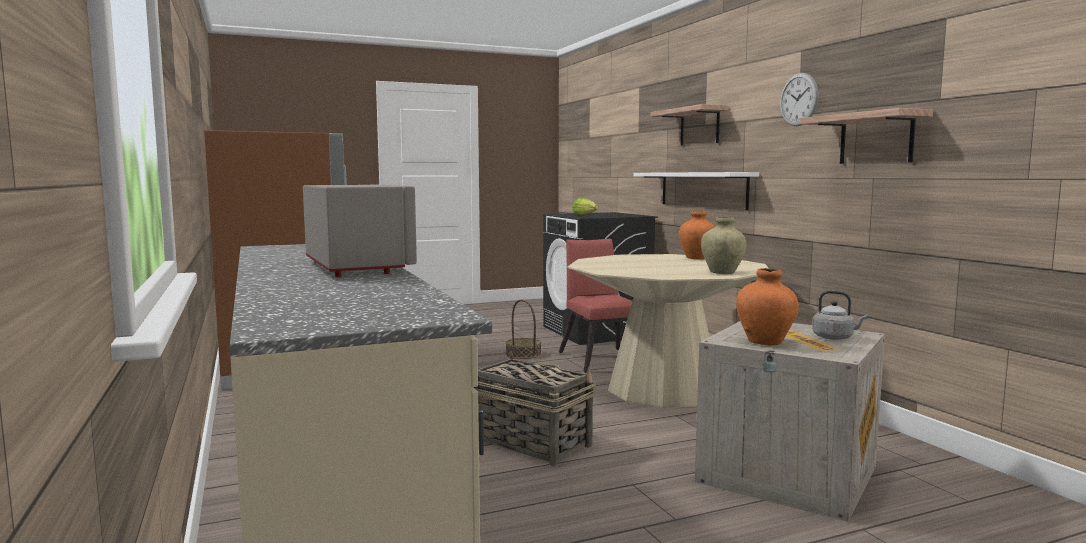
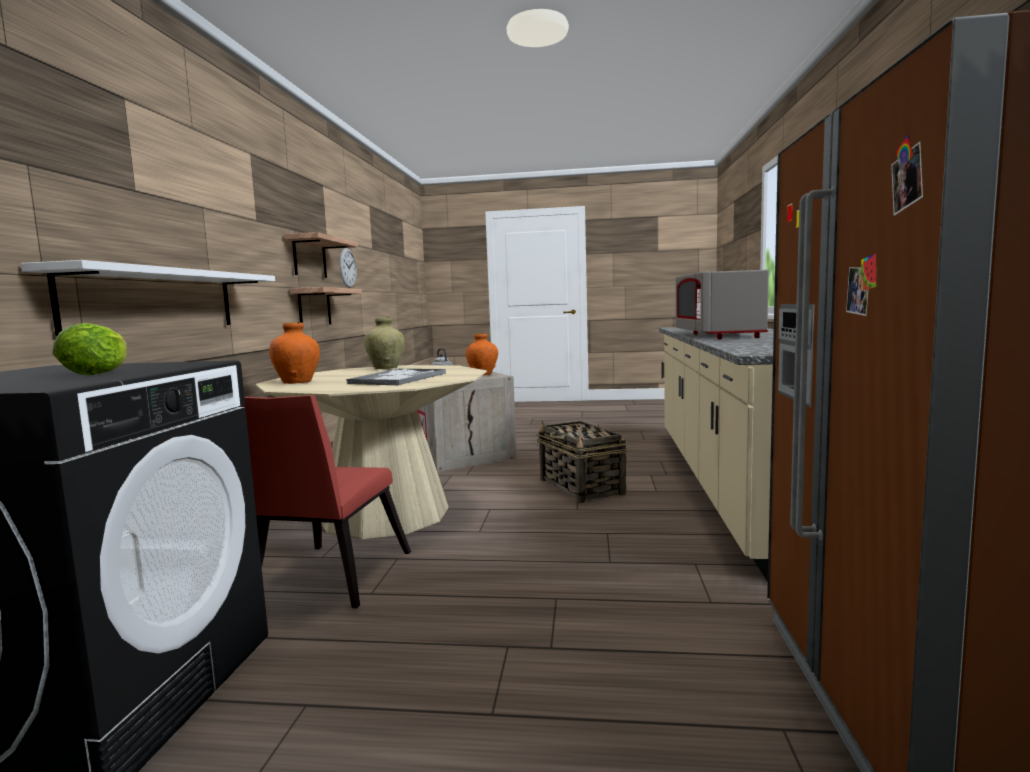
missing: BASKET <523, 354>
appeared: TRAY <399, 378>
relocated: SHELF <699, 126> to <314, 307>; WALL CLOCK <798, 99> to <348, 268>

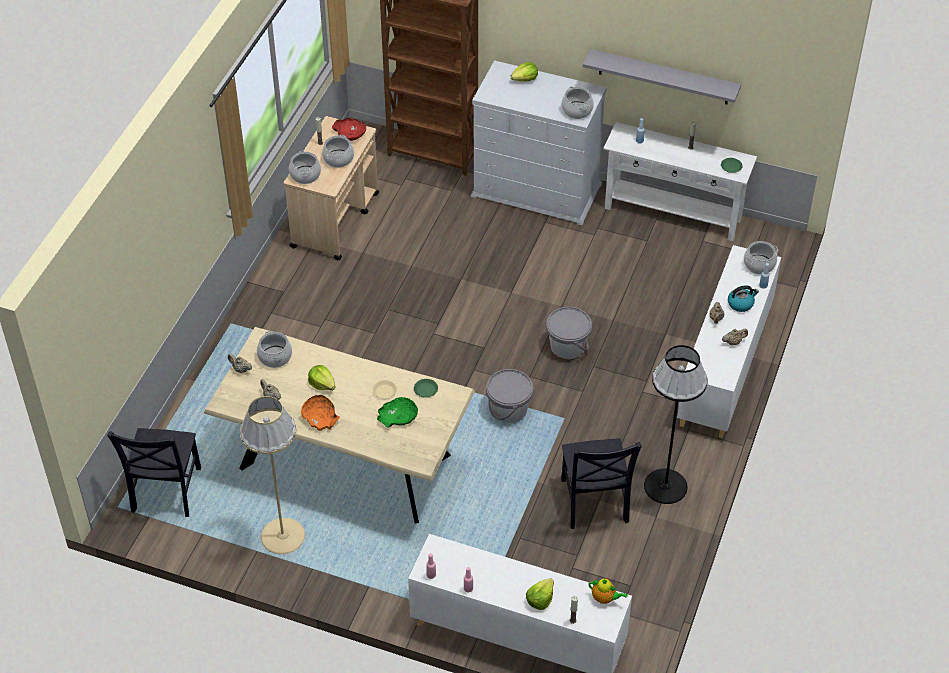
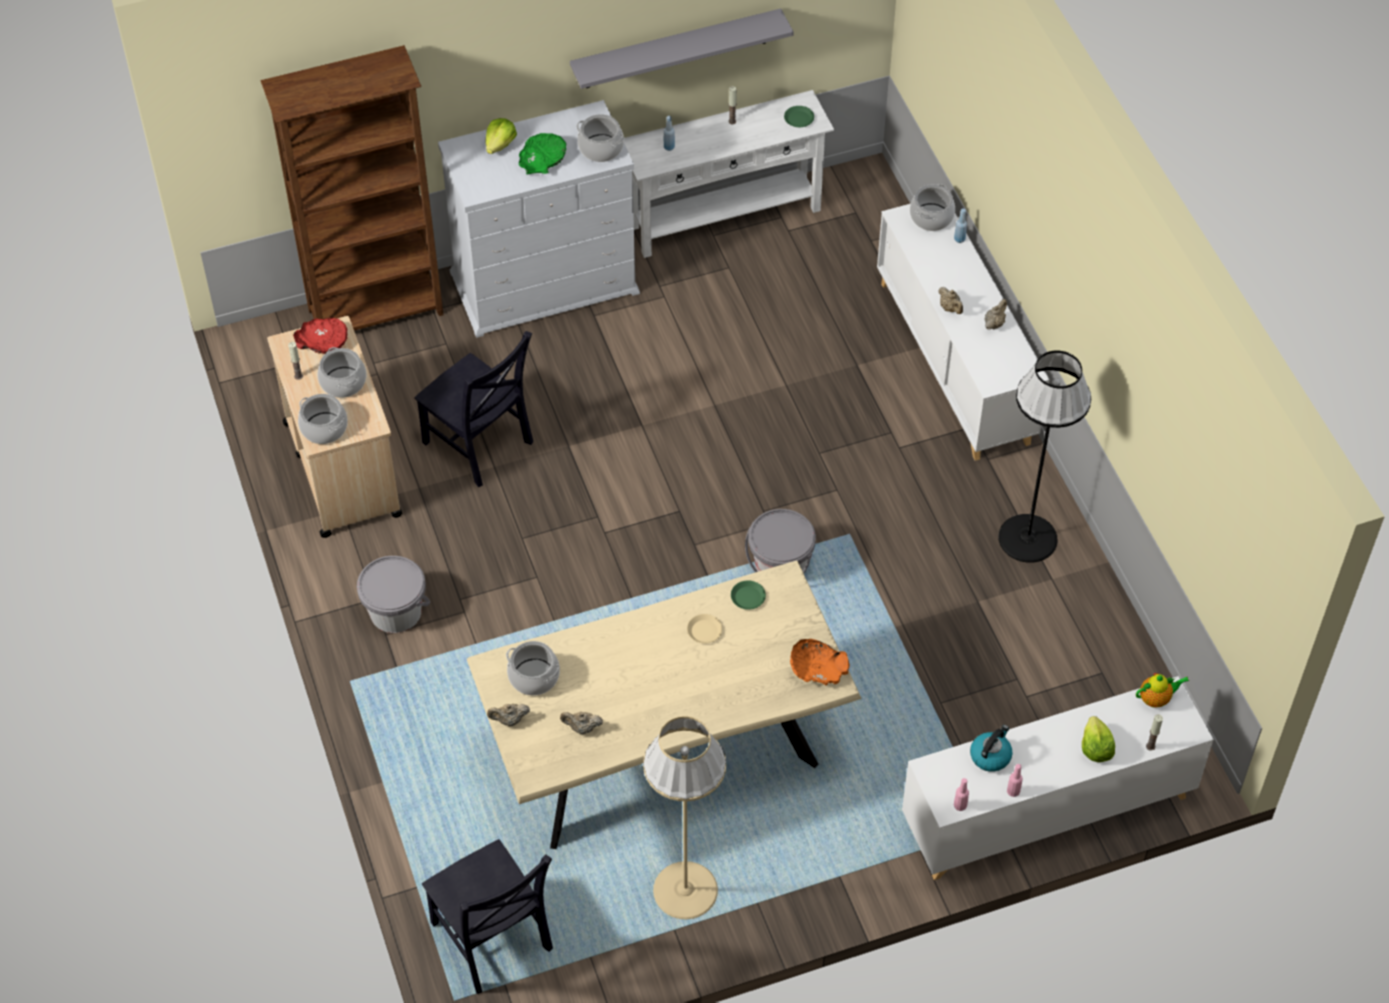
missing: LETTUCE <322, 384>
relocated: ORANGE BOWL <320, 417> to <817, 668>; GREEN BOWL <398, 417> to <542, 160>; GREY BUCKET <568, 346> to <395, 611>; BLACK CHAIR <594, 503> to <480, 446>; KETTLE <741, 303> to <990, 756>

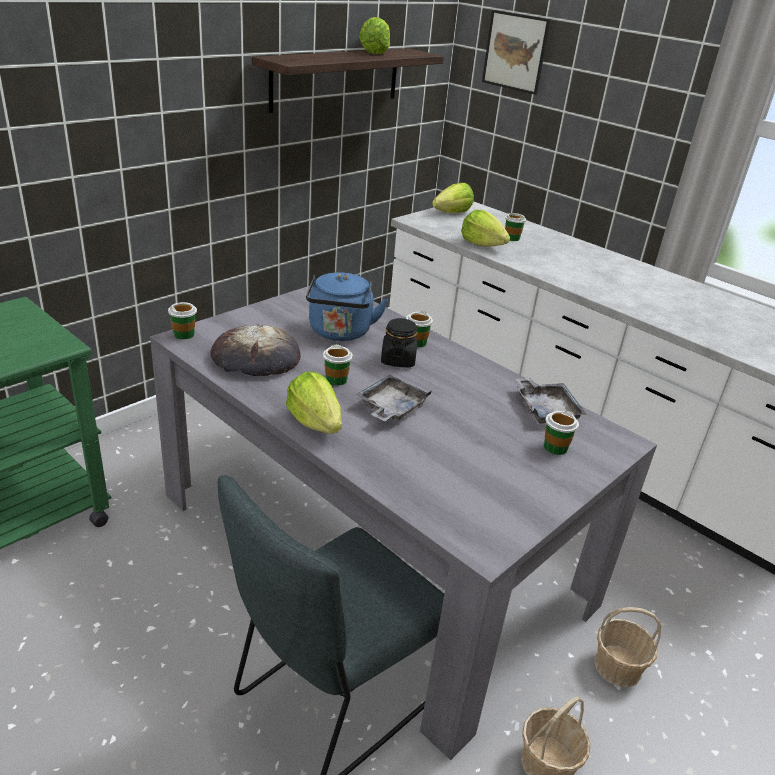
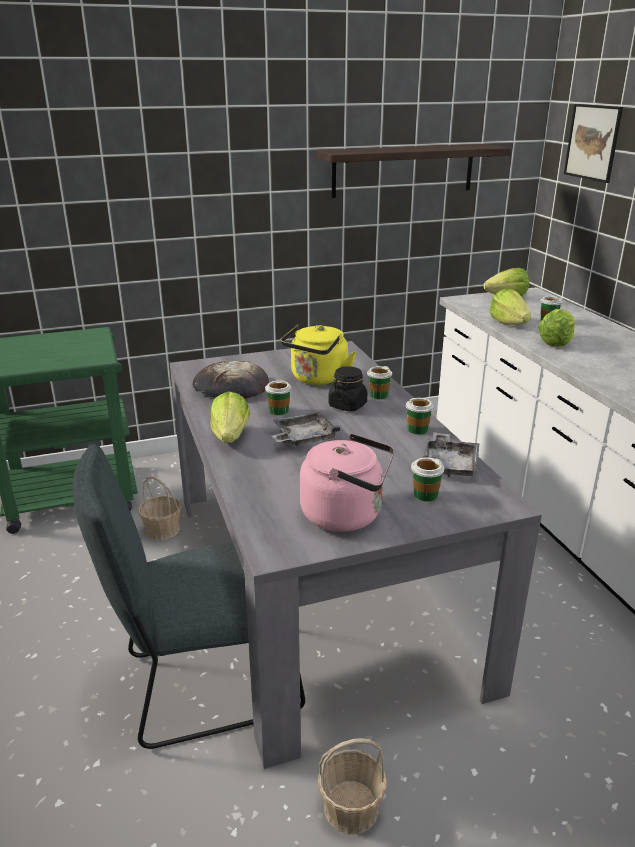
appeared: PINK KETTLE <347, 515>
relocated: CUP <184, 334> to <417, 429>; LETTUCE <374, 52> to <556, 342>; BASKET <618, 667> to <162, 530>
colour: BLUE KETTLE <340, 333> to YELLOW KETTLE <317, 379>

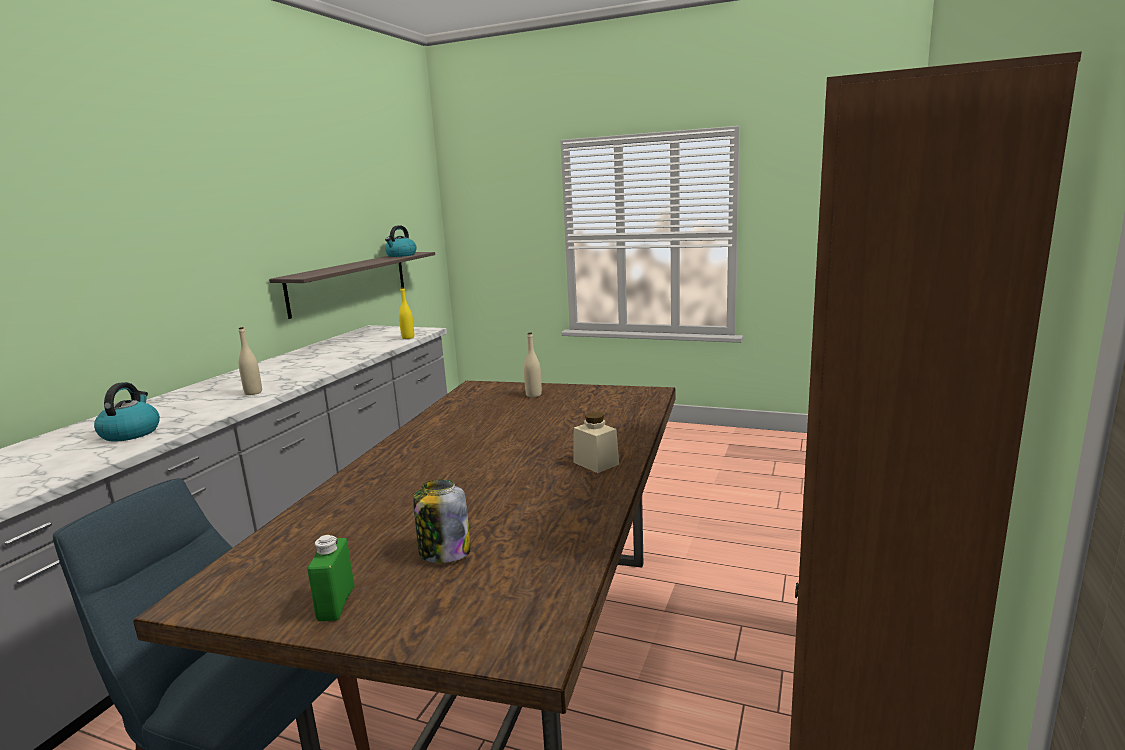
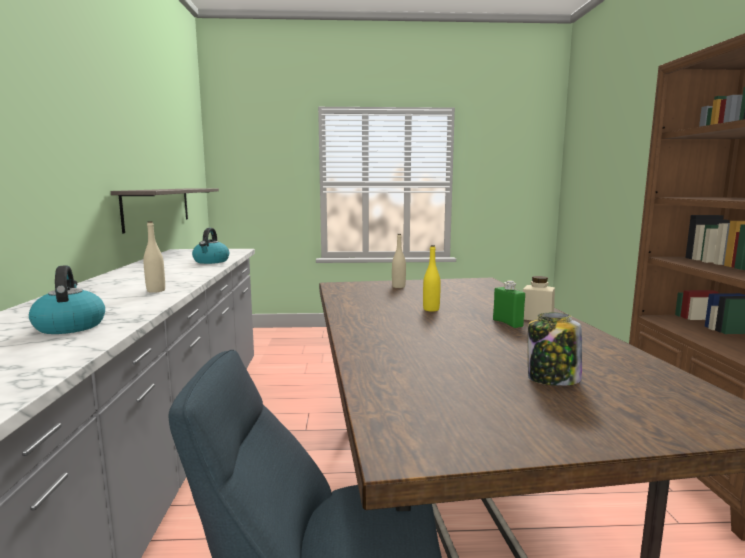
relocated: GREEN BOTTLE <336, 603> to <507, 323>; KETTLE <401, 255> to <211, 261>; YELLOW BOTTLE <408, 337> to <431, 309>

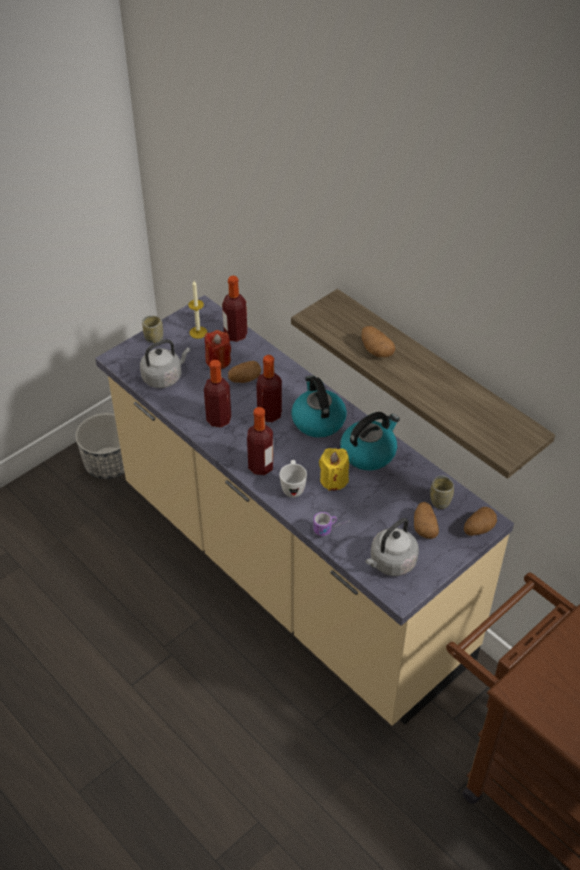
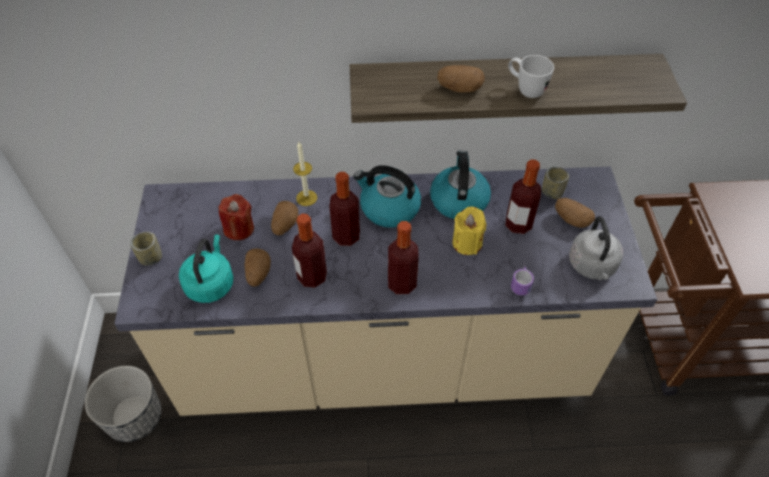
relocated: CANDLE <198, 332> to <306, 198>; BOTTLE <235, 335> to <518, 224>; WHITE MUG <293, 487> to <525, 89>; POTATO <478, 529> to <258, 274>
colour: GREY KETTLE <164, 377> to TURQUOISE KETTLE <211, 283>

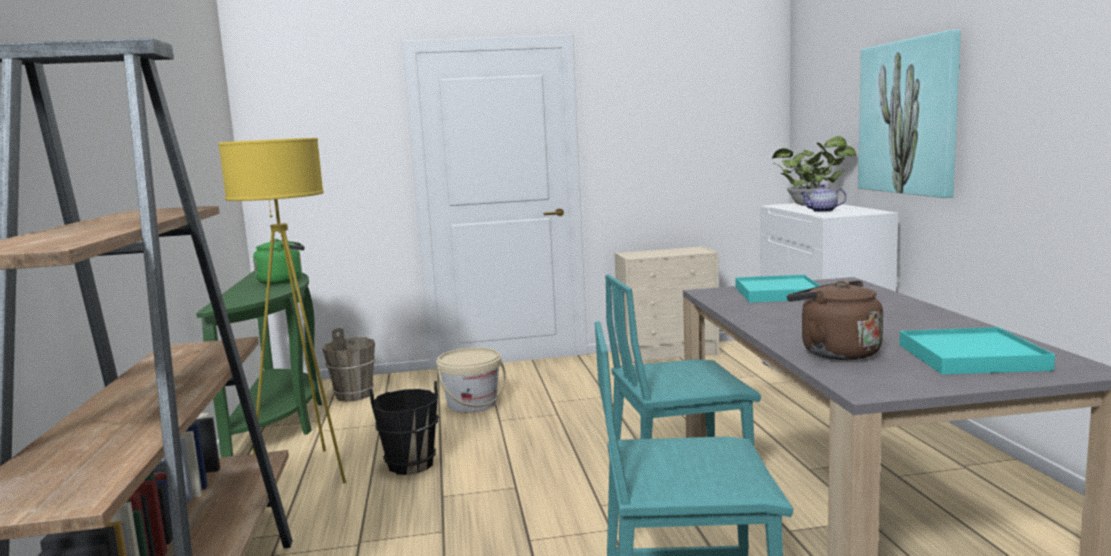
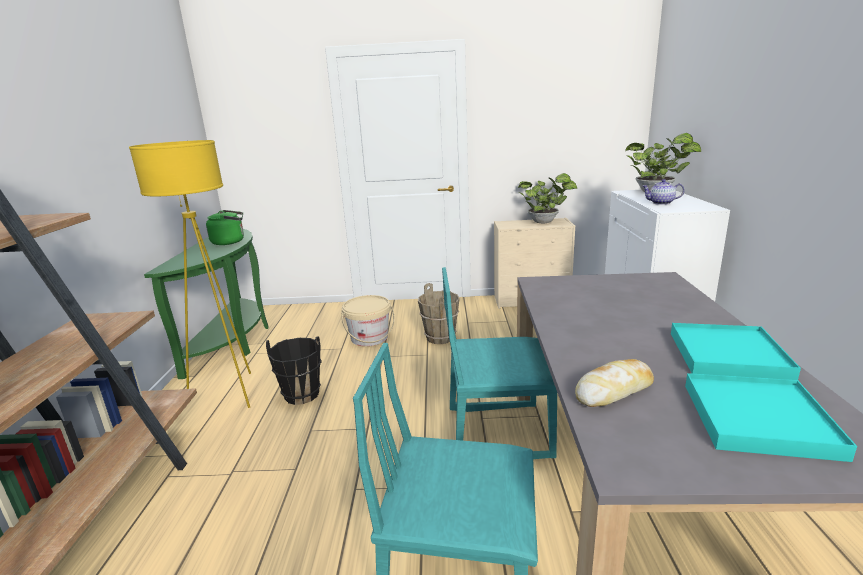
missing: PICTURE <908, 117>
appeared: POTTED PLANT <545, 222>
relocated: BROWN BUCKET <354, 395> to <440, 337>; TURQUOISE TRAY <777, 293> to <727, 355>
exchanged: BROWN KETTLE <835, 352> to BREAD <614, 390>

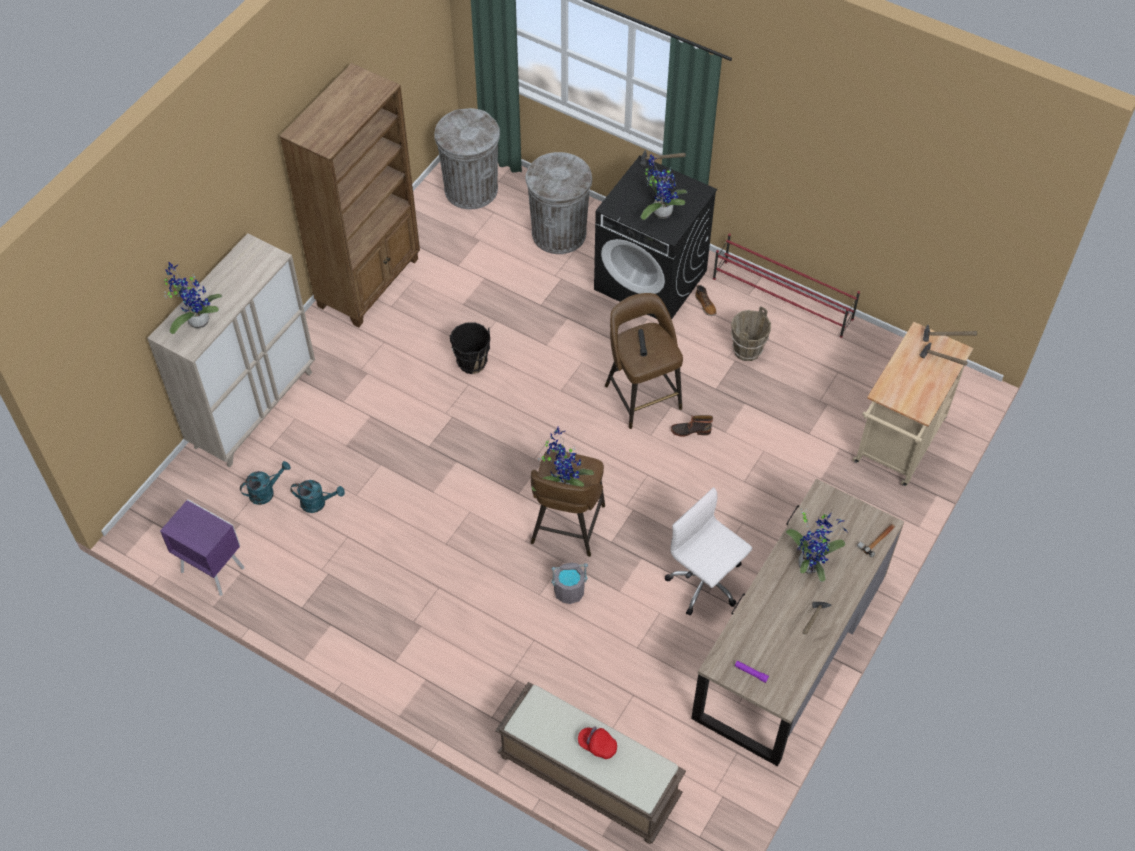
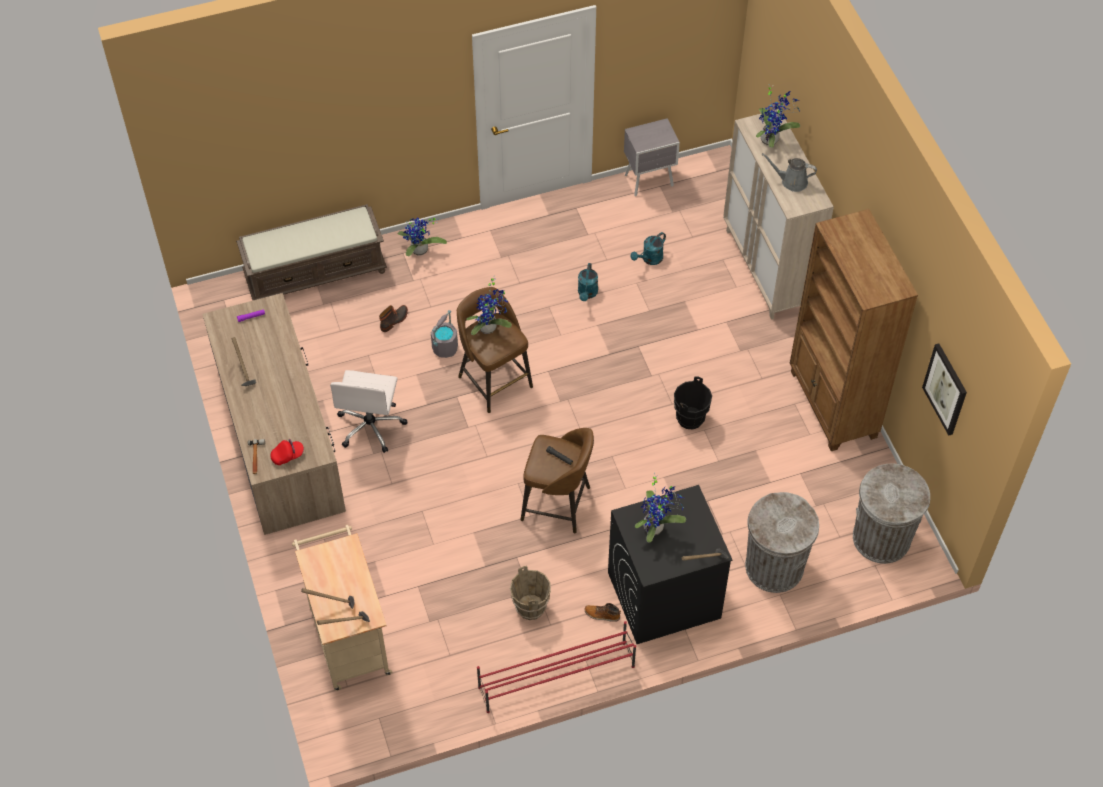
appeared: GREY WATERING CAN <791, 181>; PICTURE <945, 389>
relocated: TURQUOISE WATERING CAN <266, 492> to <587, 294>; RED CAP <597, 745> to <287, 456>; BOOT <691, 430> to <394, 320>; POTTED PLANT <811, 563> to <419, 252>
colour: PURPLE NIGHTSTAND <212, 569> to GREY NIGHTSTAND <650, 181>
spun: WHITE OFFICE CHAIR <706, 583> = <371, 426> 105 degrees clockwise

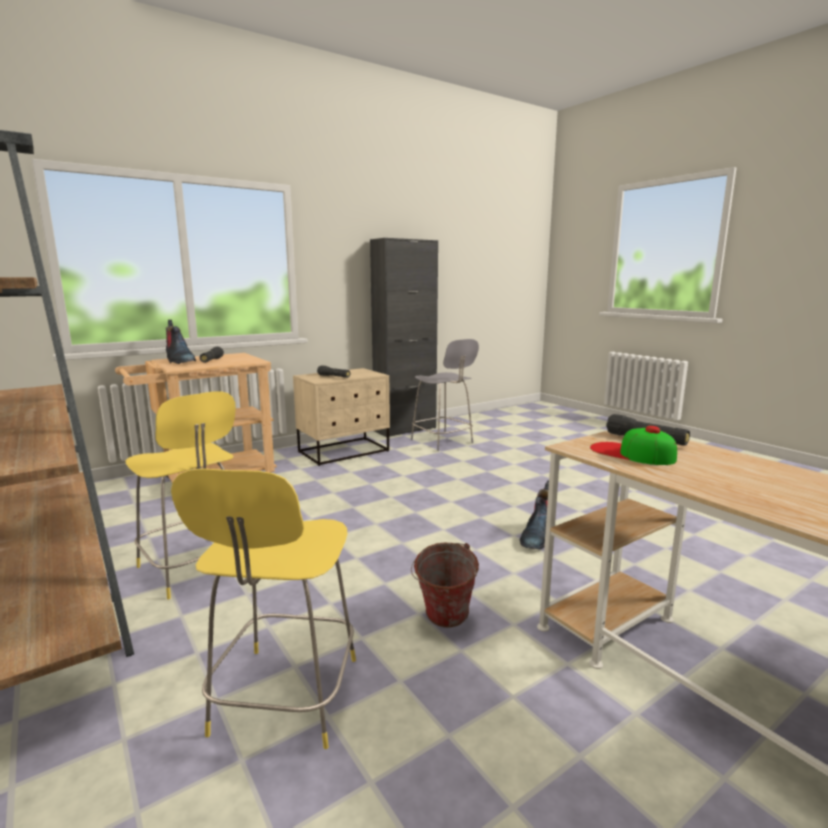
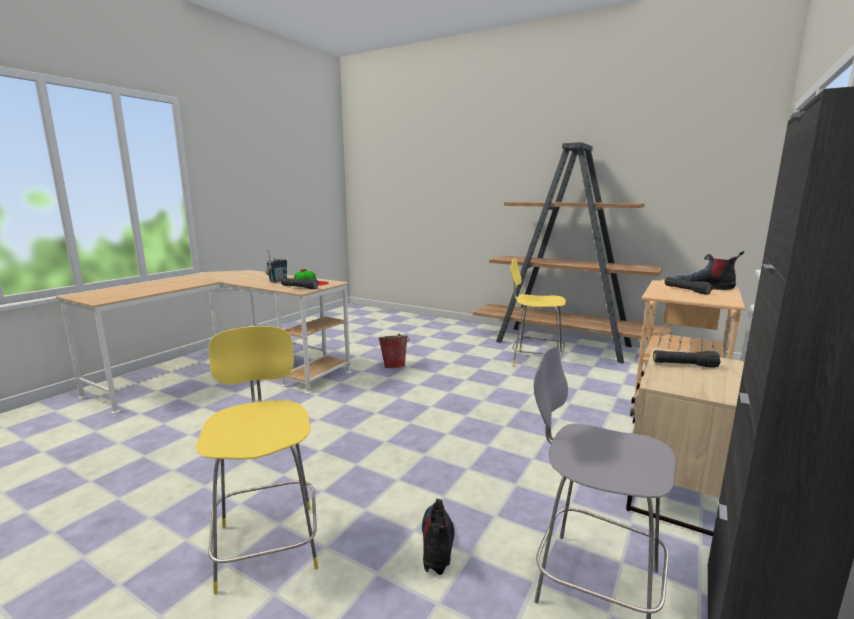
appeared: RADIO <278, 280>
relocated: YELLOW STOOL <284, 699> to <268, 542>; BOOT <537, 536> to <437, 544>

